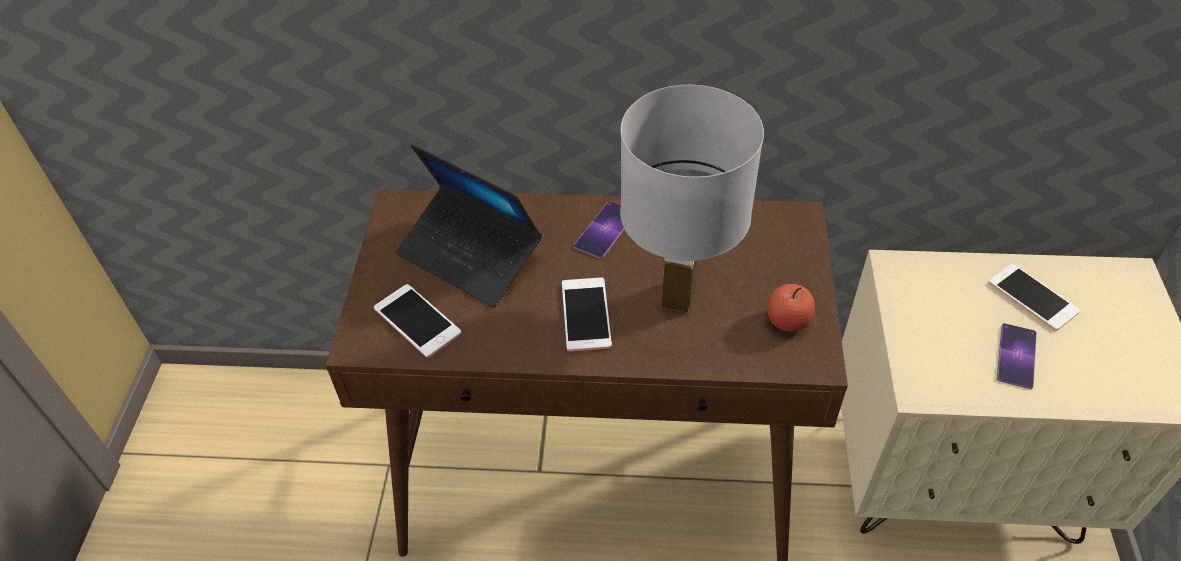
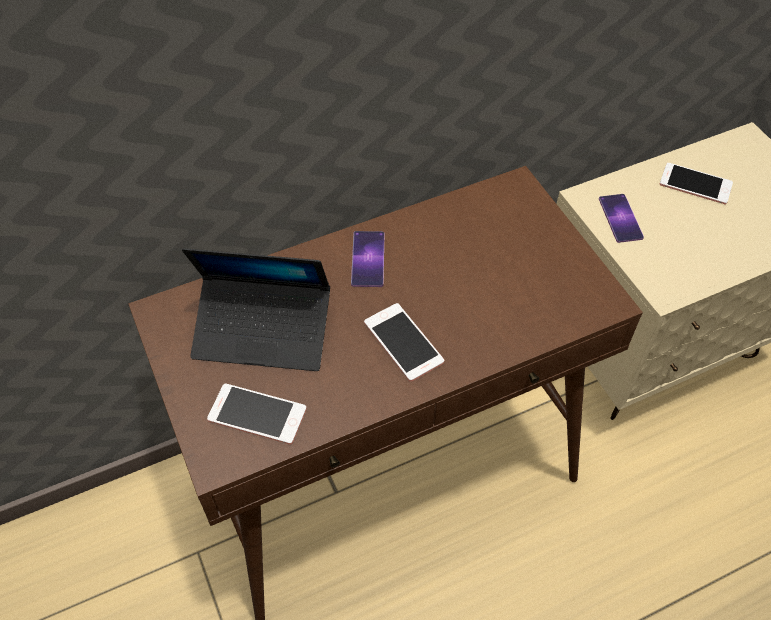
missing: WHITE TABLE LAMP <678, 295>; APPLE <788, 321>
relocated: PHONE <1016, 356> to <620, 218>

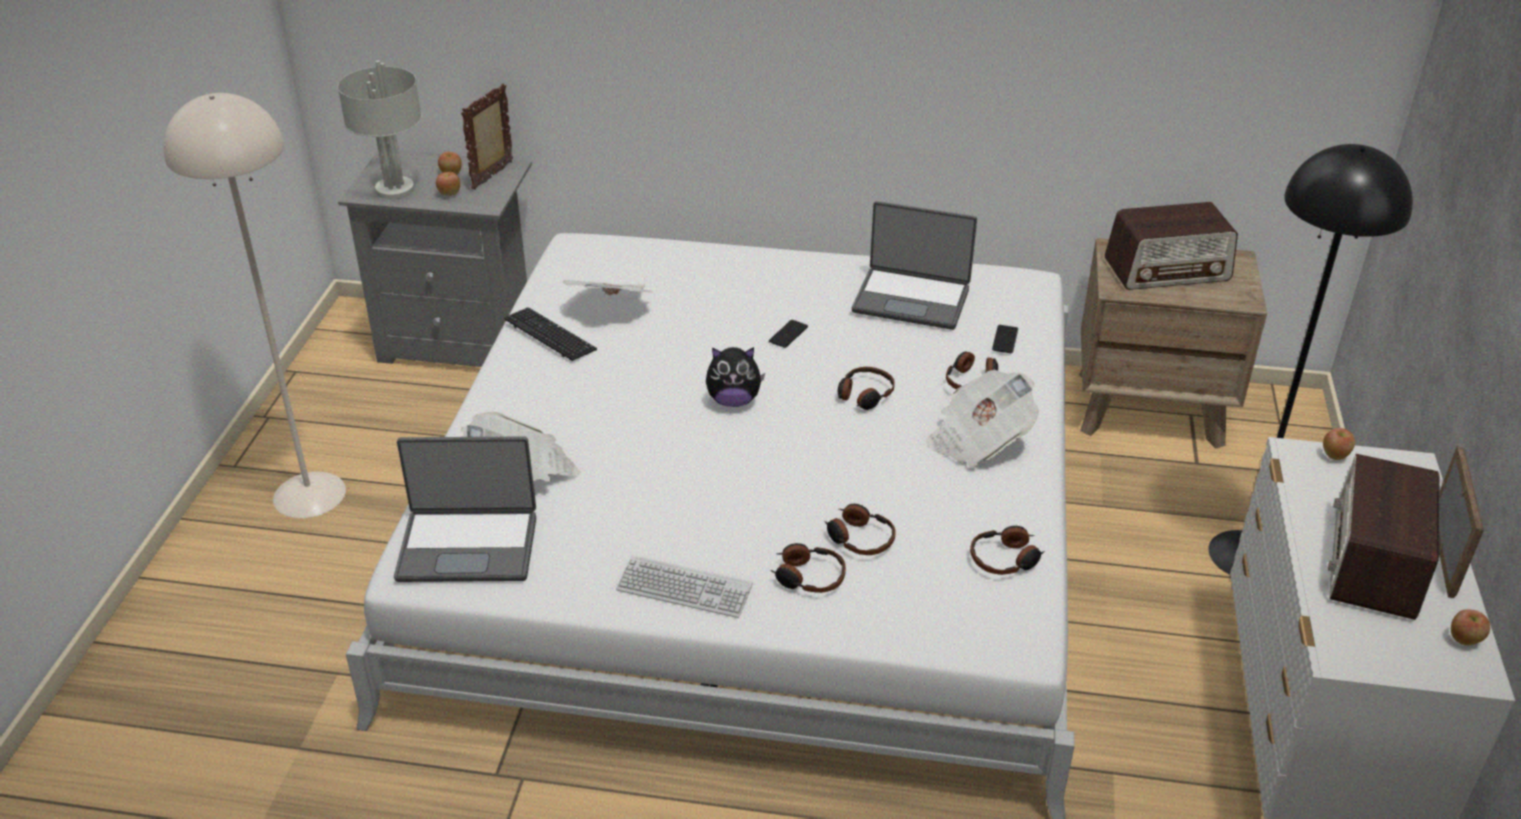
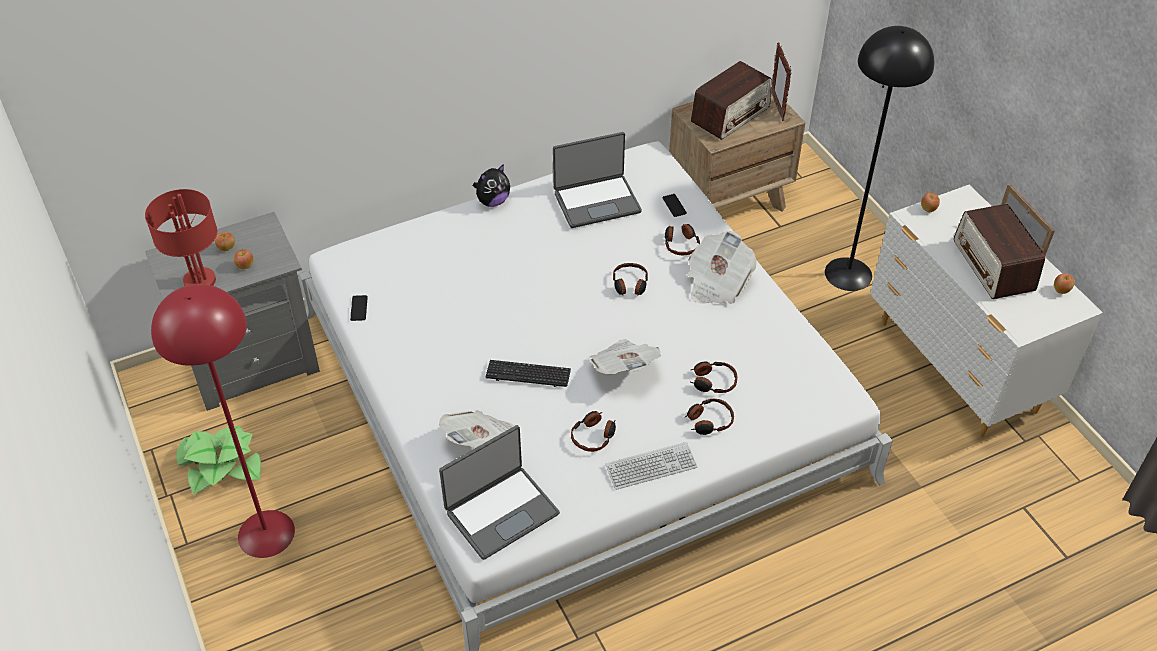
appeared: POTTED PLANT <221, 464>
relocated: PICTURE FRAME <493, 175> to <777, 107>; KEYBOARD <550, 336> to <528, 374>; NEWSPAPER <613, 307> to <624, 369>; PLUSH TOY <733, 400> to <492, 201>; PHONE <788, 334> to <359, 308>; HEADPHONES <1005, 559> to <594, 436>
colour: BEIGE FLOOR LAMP <310, 494> to RED FLOOR LAMP <266, 533>; GREY TABLE LAMP <393, 190> to RED TABLE LAMP <199, 281>

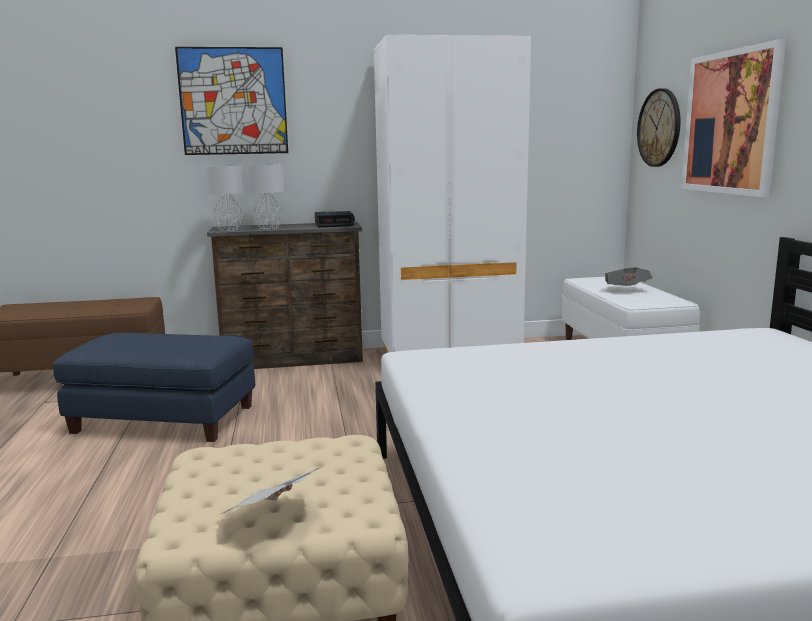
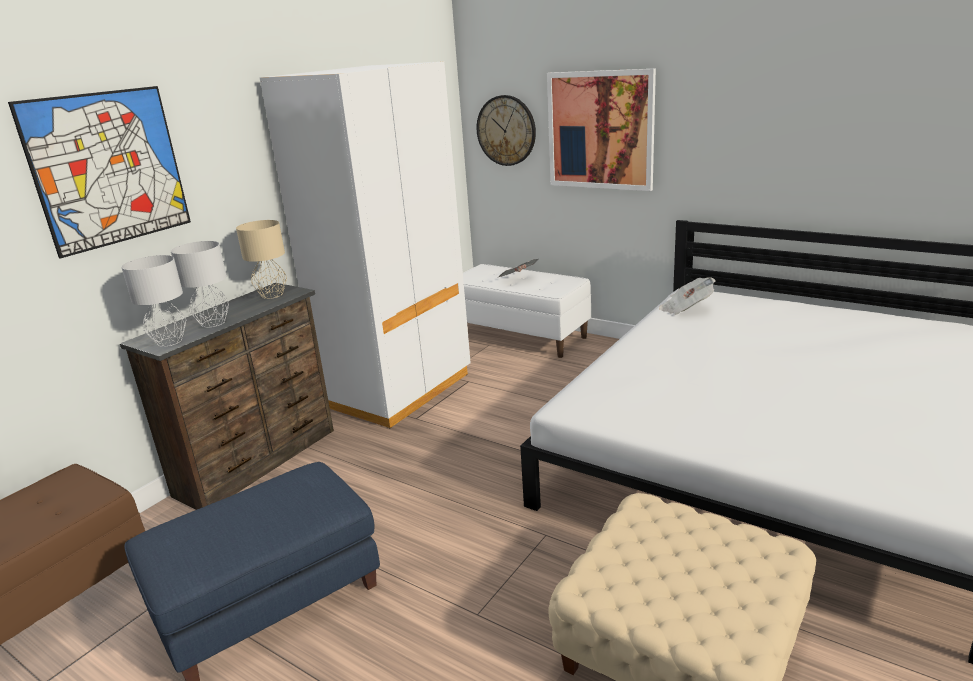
relocated: NEWSPAPER <272, 517> to <686, 309>
exchanged: ALARM CLOCK <334, 224> to BEIGE TABLE LAMP <272, 295>

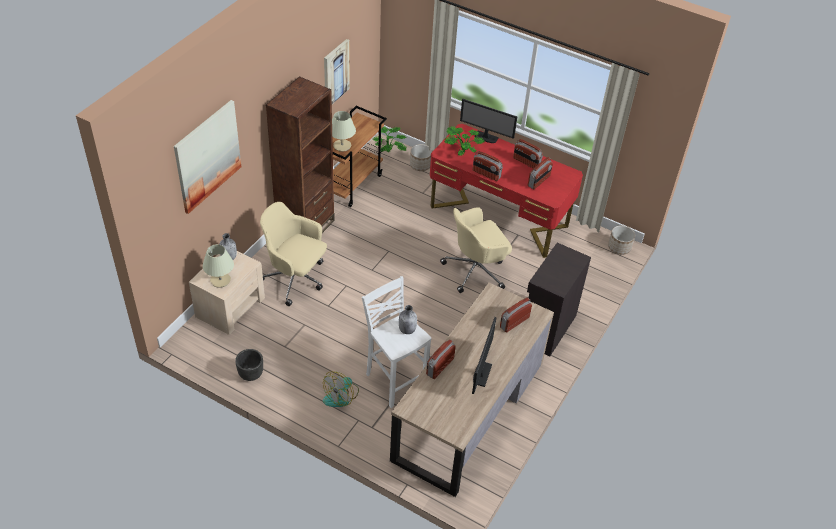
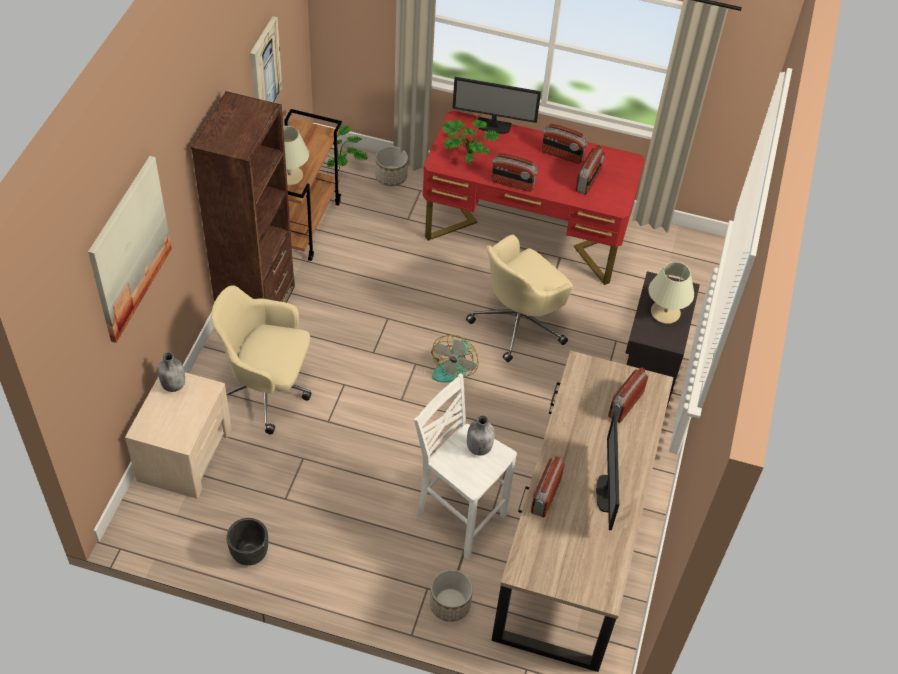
relocated: BEIGE TABLE LAMP <220, 280> to <665, 312>; FAN <341, 396> to <453, 366>; PLANTER <619, 247> to <450, 604>

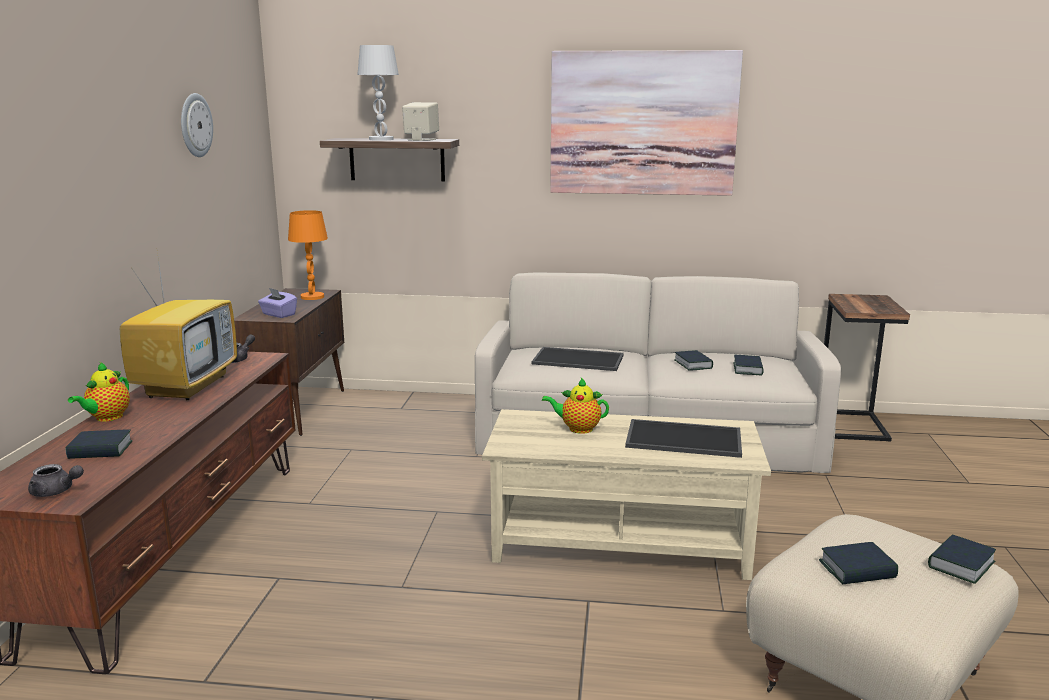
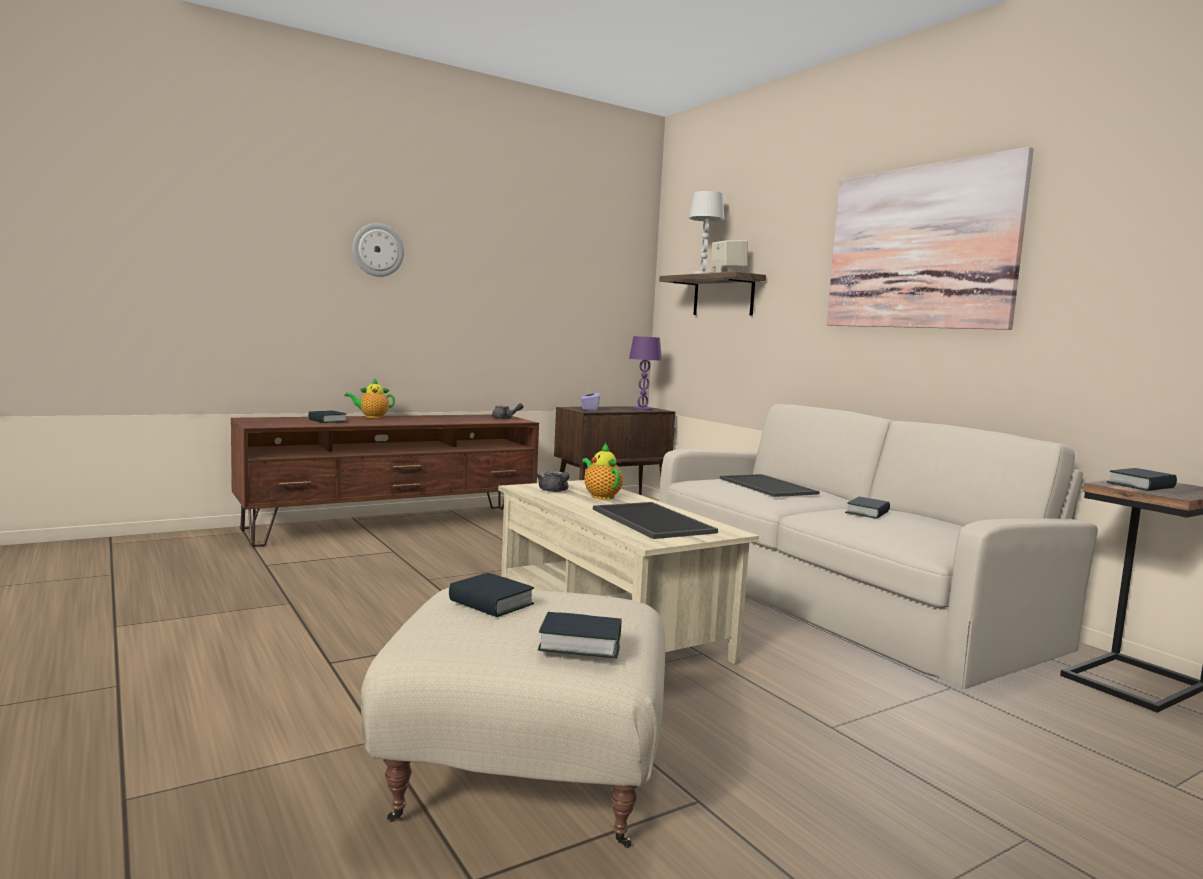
missing: TELEVISION <186, 386>
relocated: GREY TEAPOT <56, 492> to <554, 491>; WALL CLOCK <195, 125> to <378, 250>; BOOK <748, 369> to <1141, 486>
colour: ORANGE TABLE LAMP <312, 297> to PURPLE TABLE LAMP <642, 410>

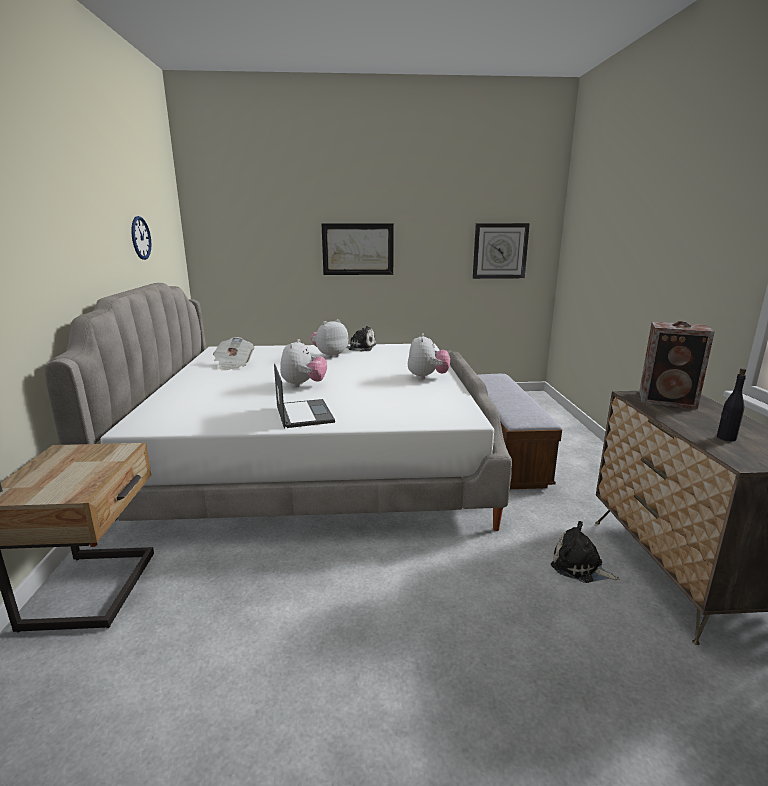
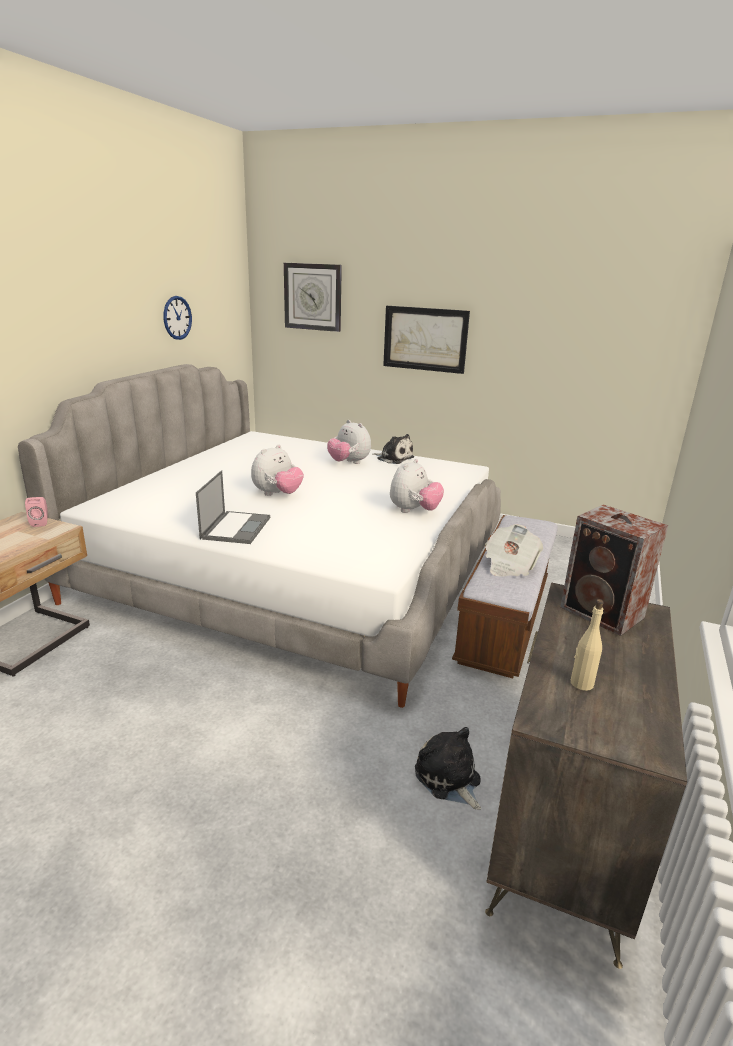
appeared: PINK SPEAKER <40, 523>
relocated: NEWSPAPER <233, 365> to <509, 565>; WALL CLOCK <500, 251> to <313, 297>
colour: BLACK BOTTLE <726, 438> to BEIGE BOTTLE <581, 683>
spun: PLUSH TOY <329, 355> = <349, 463> 120 degrees counterclockwise

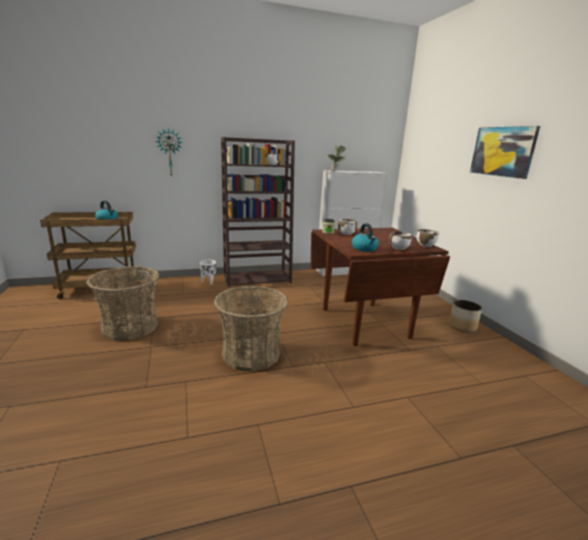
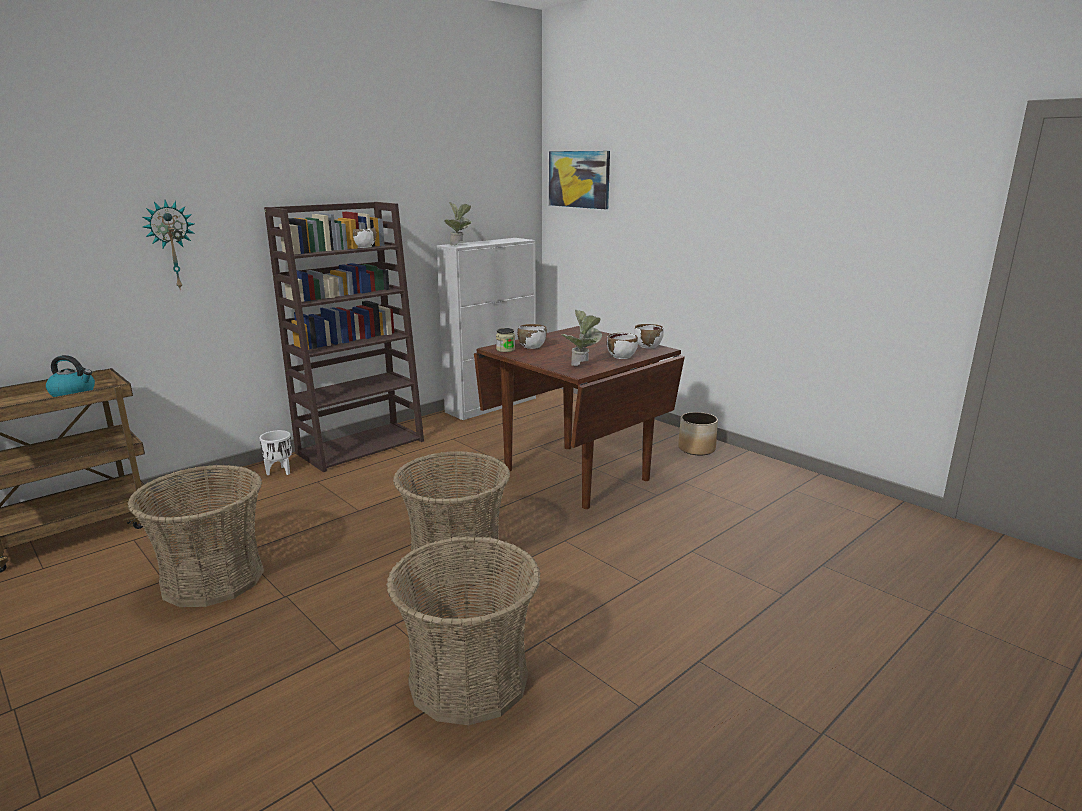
appeared: BASKET <468, 680>
relocated: PICTURE <502, 151> to <579, 179>
exchanged: KETTLE <364, 248> to POTTED PLANT <583, 365>

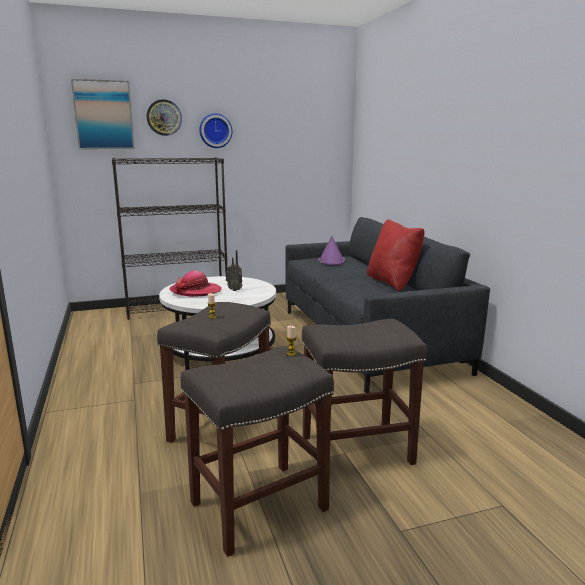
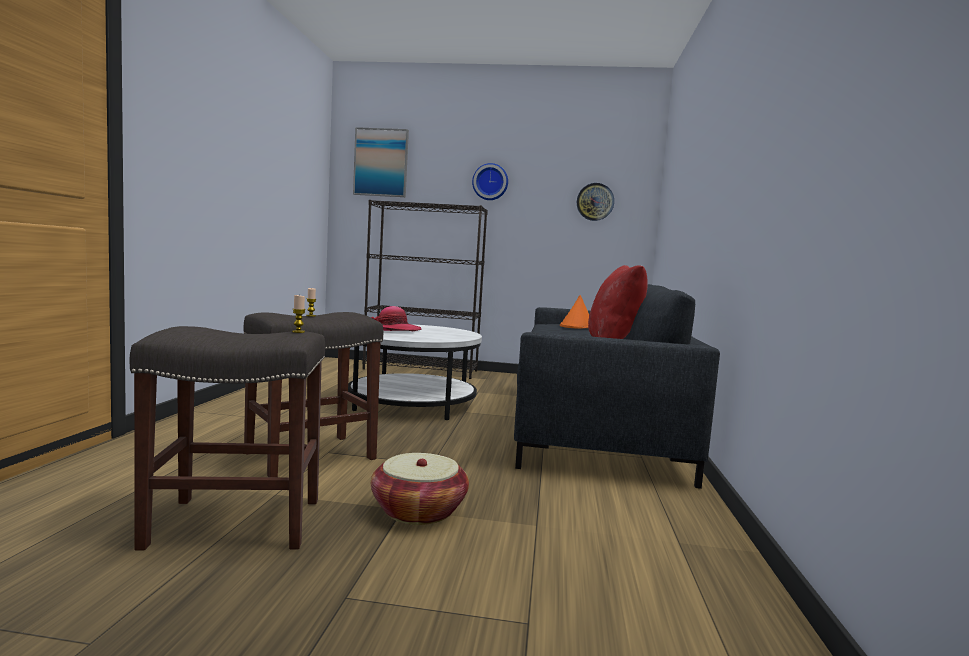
missing: RADIO <234, 290>
relocated: WALL CLOCK <164, 117> to <595, 202>
exchanged: GREY STOOL <355, 450> to BASKET <418, 511>
colour: PURPLE HAT <331, 261> to ORANGE HAT <577, 326>

